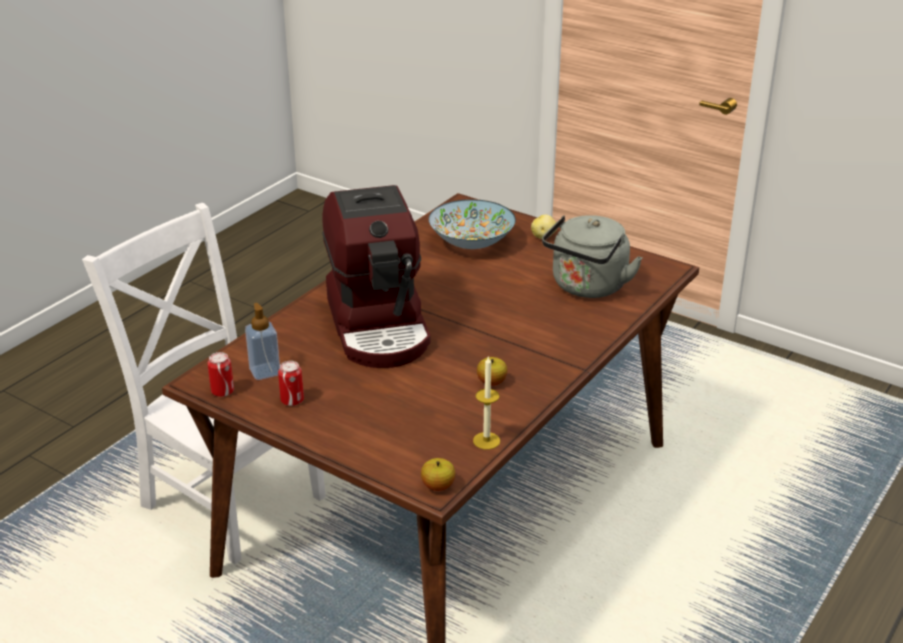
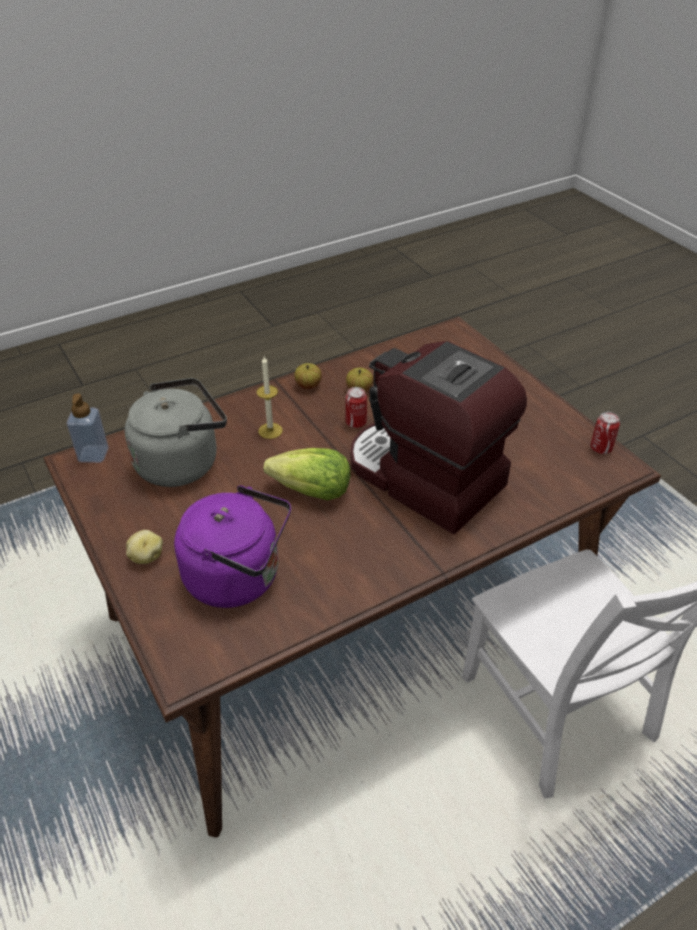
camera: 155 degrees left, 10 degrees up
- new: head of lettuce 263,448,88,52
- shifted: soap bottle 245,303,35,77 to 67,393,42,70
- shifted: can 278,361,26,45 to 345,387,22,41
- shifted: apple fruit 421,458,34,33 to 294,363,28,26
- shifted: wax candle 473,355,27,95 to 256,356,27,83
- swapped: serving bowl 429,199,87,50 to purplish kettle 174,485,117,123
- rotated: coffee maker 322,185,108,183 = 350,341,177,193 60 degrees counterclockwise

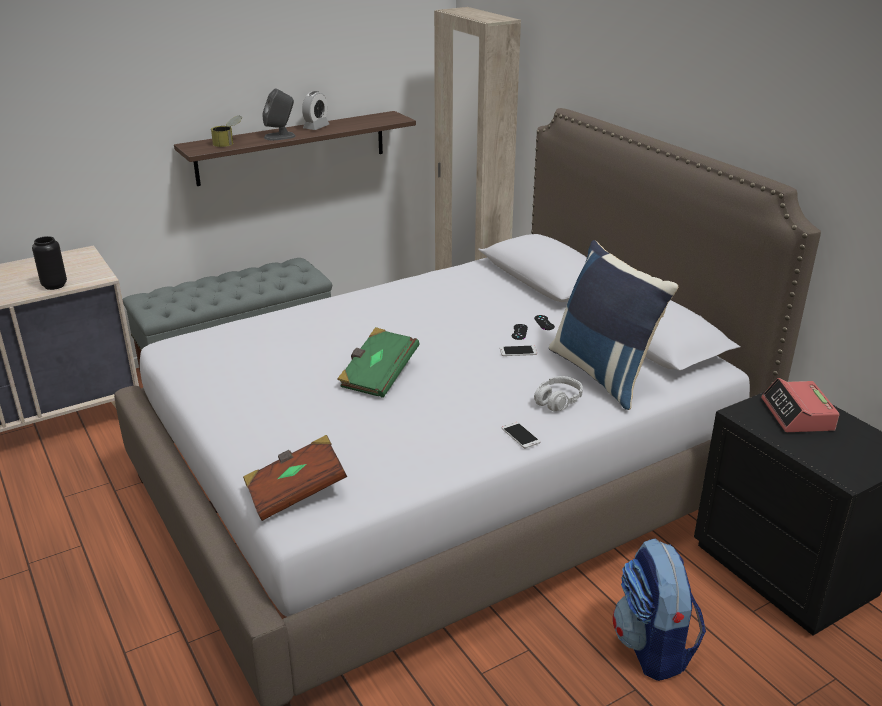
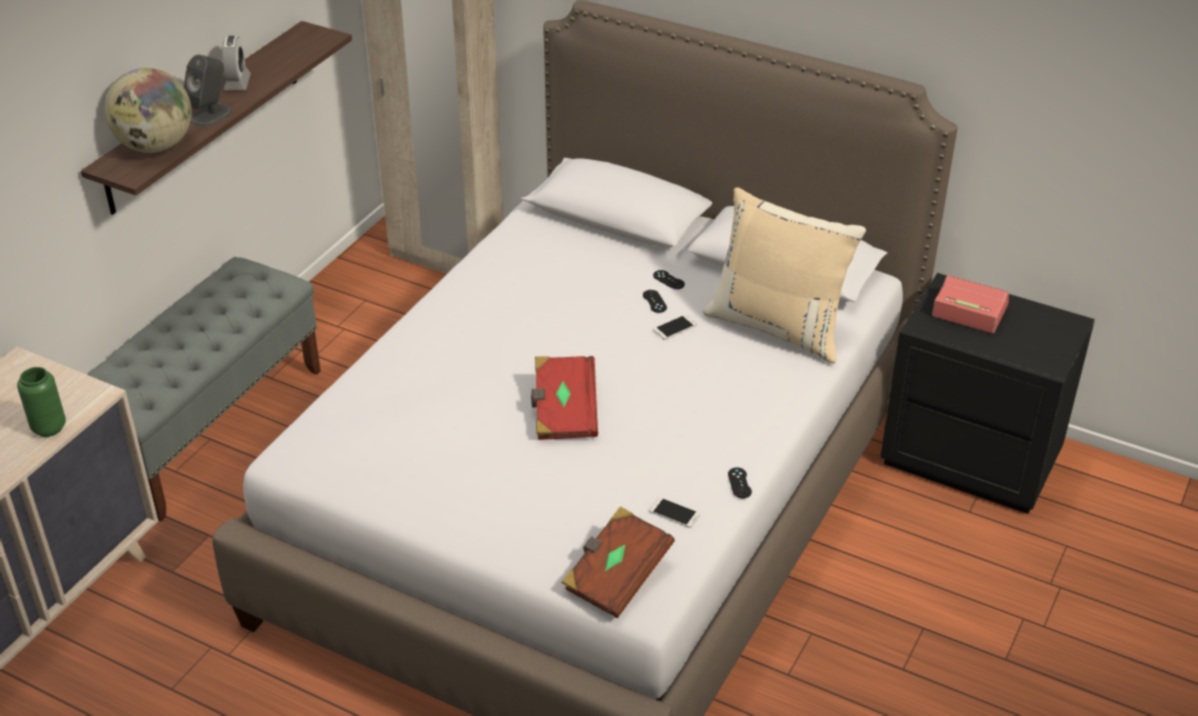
camera: 30 degrees left, 10 degrees up
- gone: gray pair of headphones 534,376,49,36
- gone: backpack 613,538,93,143
- new: blackish joypad 728,468,24,30
- shifted: telephone 502,422,39,26 to 649,497,51,31
- swapped: can 211,116,31,31 to globe 104,68,88,85
- repainted: blackish vase 32,236,35,54 to green vase 17,367,49,70
- repainted: green bound book 337,327,83,71 to red-coloured bound book 531,356,67,84
- repainted: bluish cushion 549,240,129,170 to beige-coloured cushion 703,187,163,176
- rotated: bedside clock 761,378,79,54 = 932,275,77,58 150 degrees clockwise

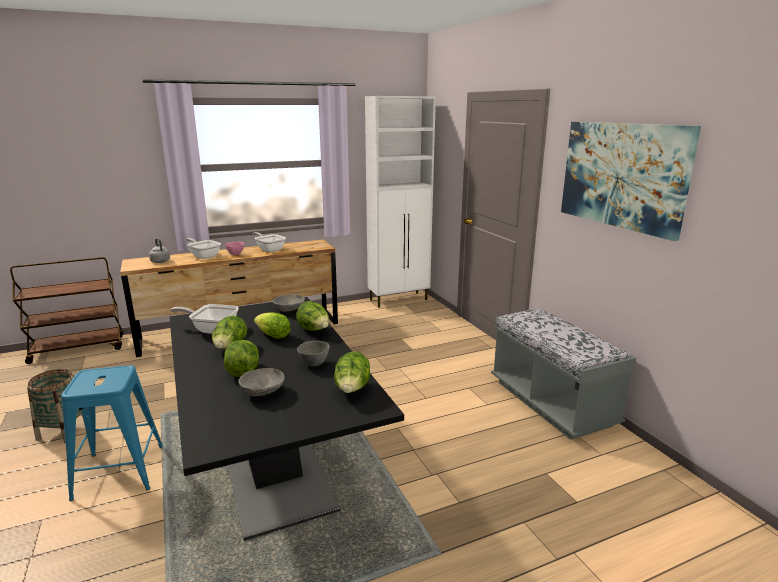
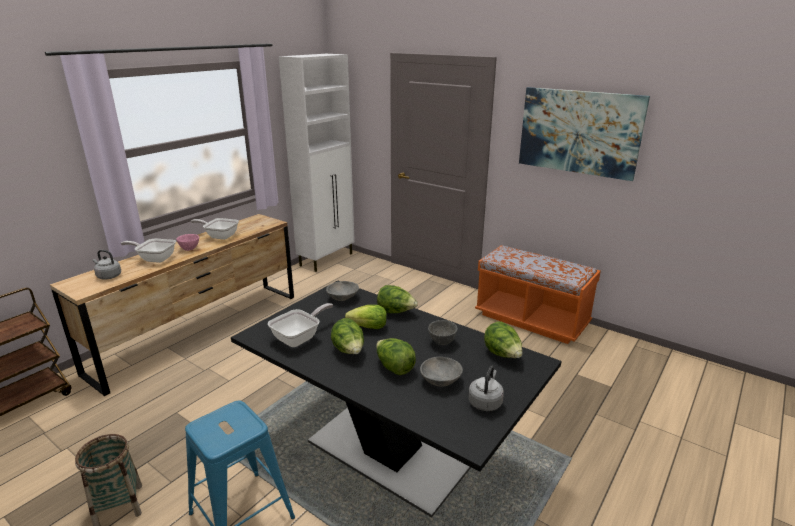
camera: 30 degrees left, 5 degrees up
- new: gray kettle 468,365,36,46
- repainted: gray bench 491,309,145,131 to orange bench 475,245,126,99
- rotated: pan 170,304,69,30 = 268,303,65,44 150 degrees clockwise

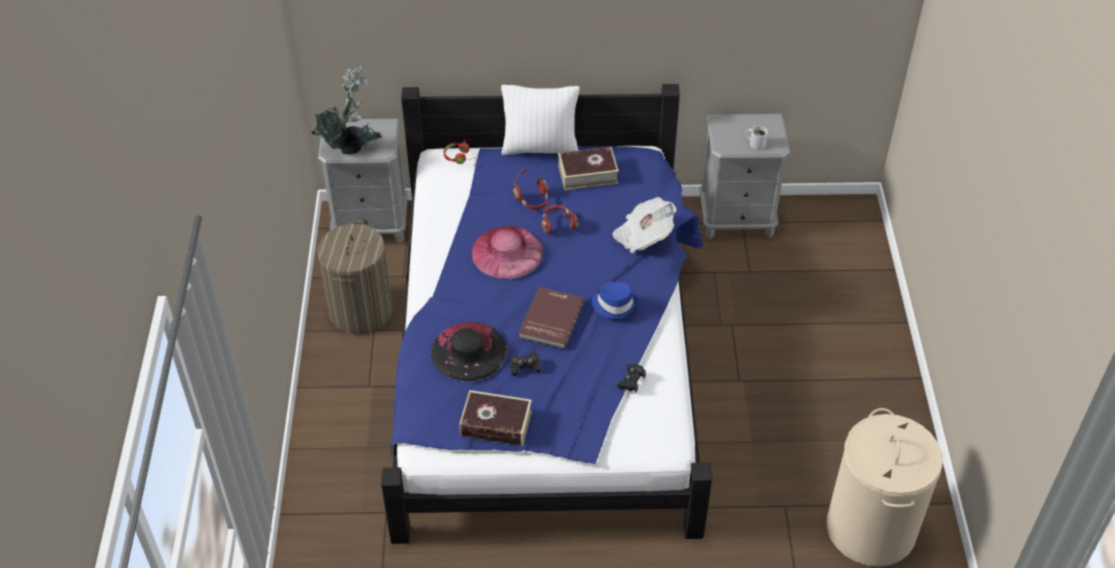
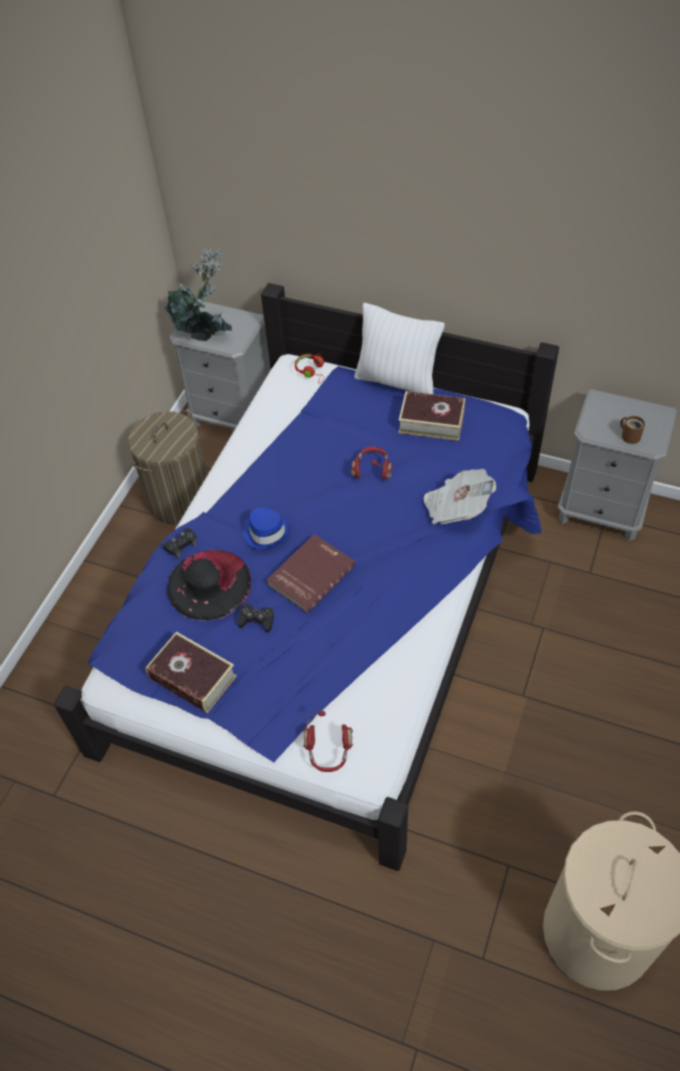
camera: 25 degrees right, 5 degrees up
- gone: pink clothing hat 471,226,72,53
- shifted: red-coloured pair of headphones 512,169,37,41 to 303,711,50,61
- shifted: bluish clothing hat 592,282,46,37 to 243,507,47,42
- shifted: blackish joypad 617,364,29,28 to 163,528,35,30
- repainted: white tea mug 746,126,22,24 to brownish tea mug 620,416,25,28

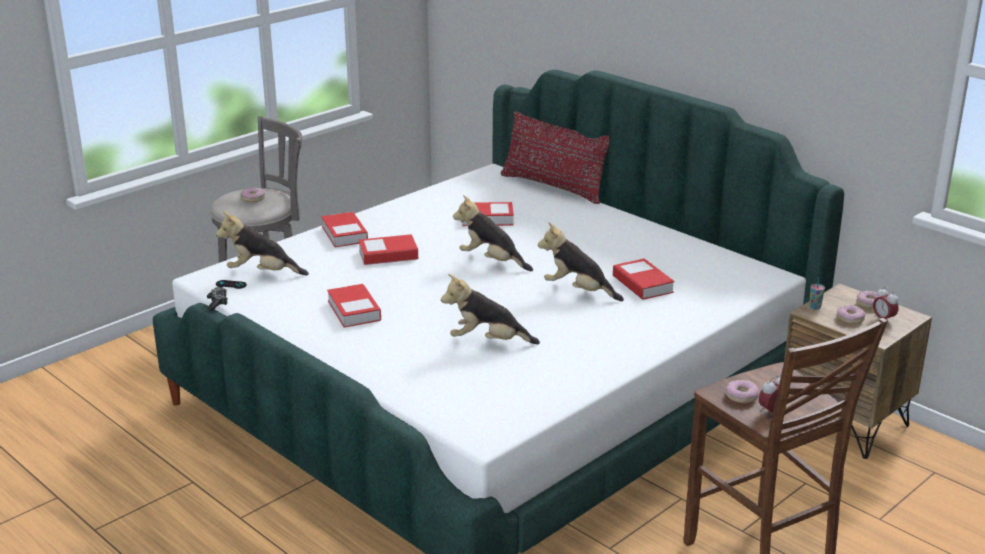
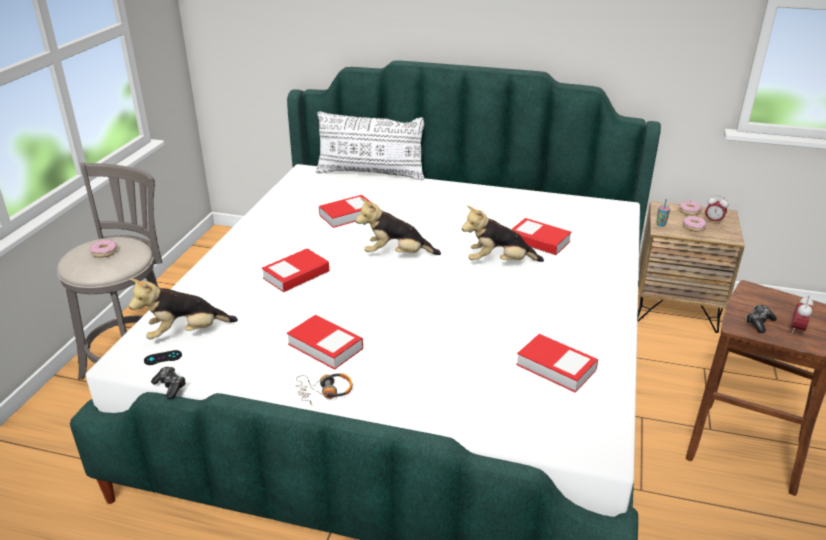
camera: 30 degrees left, 5 degrees up
- gone: plush toy 441,274,99,70
- new: pair of headphones 295,373,57,31
- shifted: bound book 321,212,47,35 to 516,334,82,59
- swapped: donut 726,380,33,23 to joypad 746,305,31,28
- repainted: red-coloured cushion 501,111,108,93 to white cushion 316,111,109,69

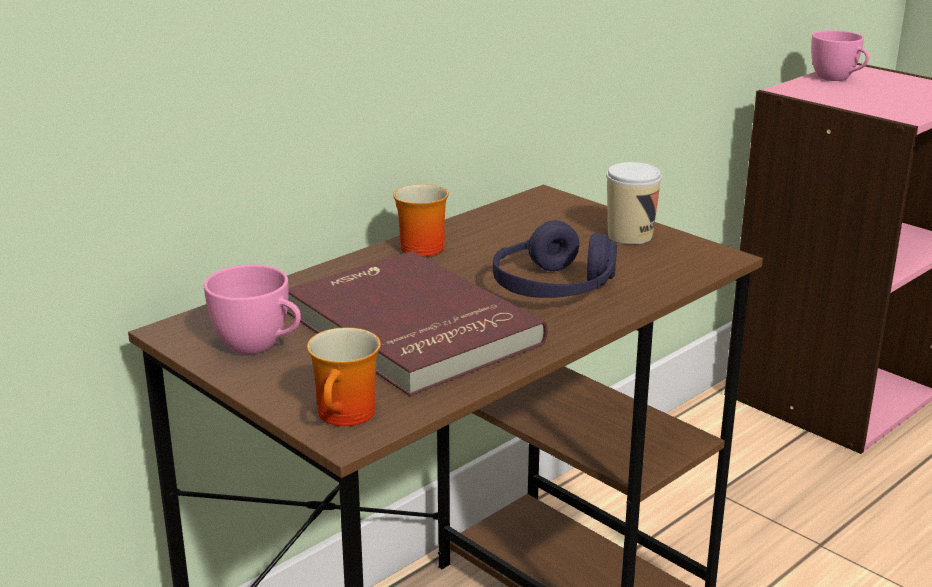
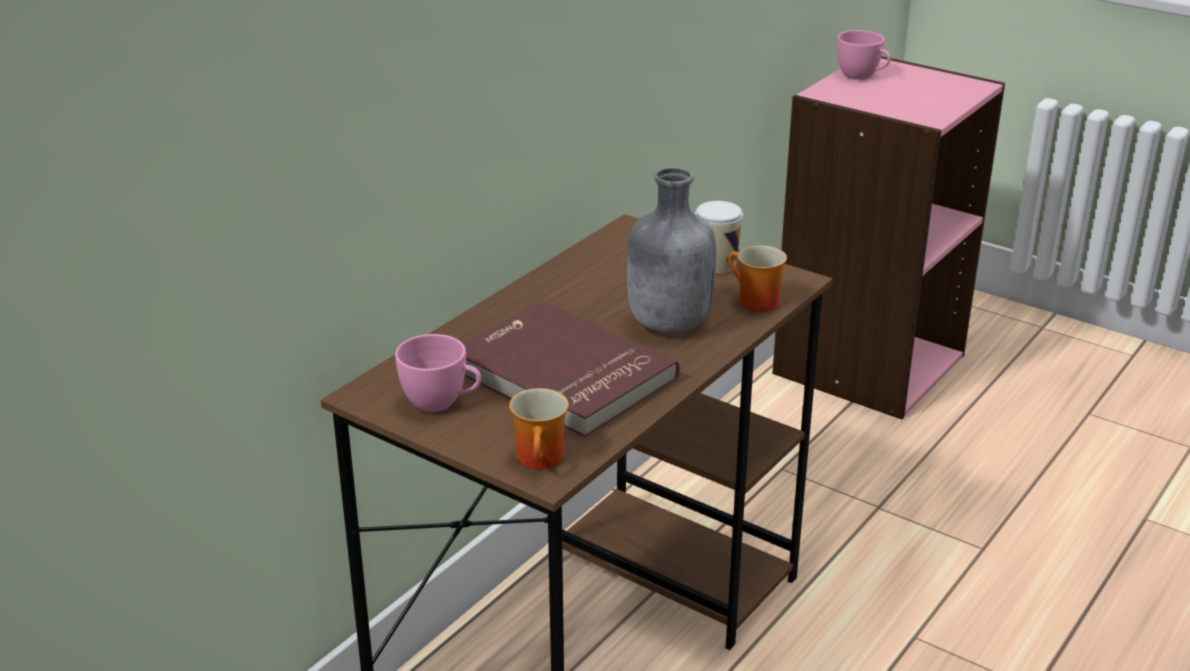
camera: 10 degrees left, 5 degrees up
- shifted: tea mug 393,184,56,73 to 728,245,59,67
- swapped: purplish pair of headphones 493,220,124,78 to gray bottle 627,167,89,165

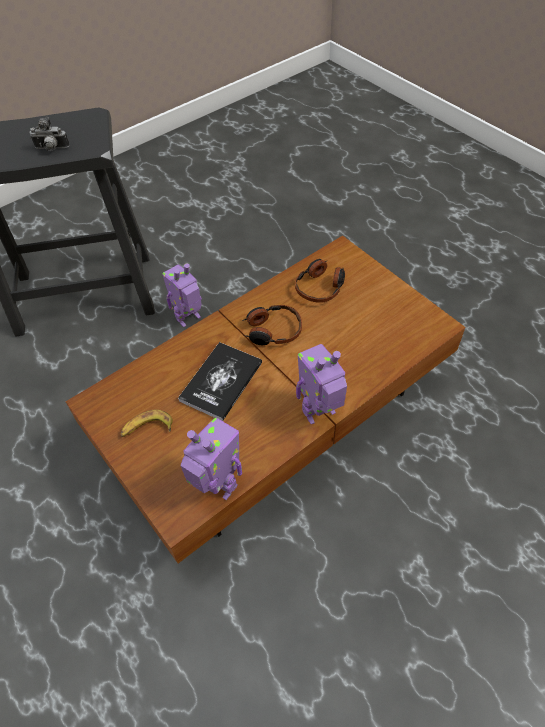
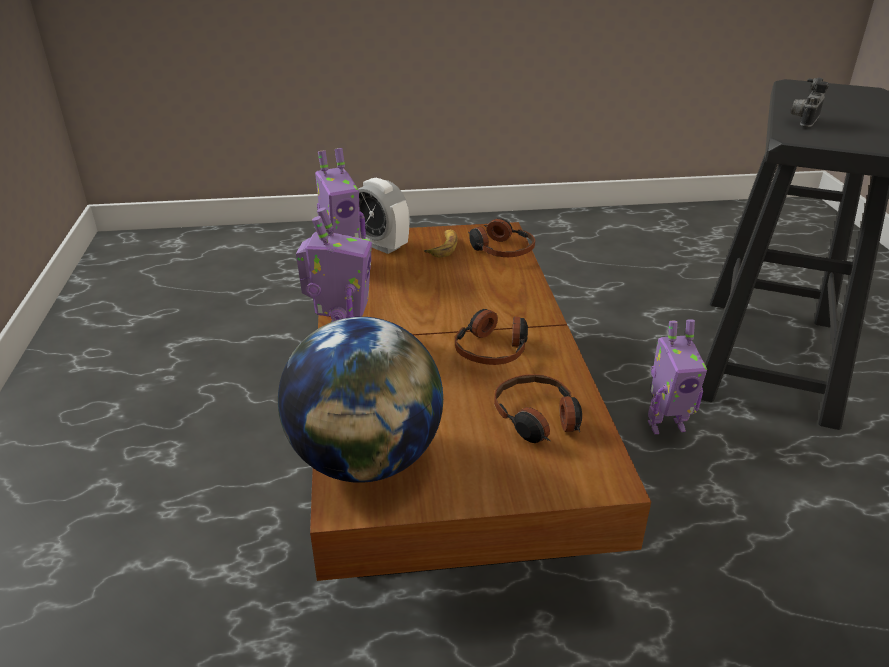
camera: 120 degrees right, 20 degrees down
- gone: bound book 178,342,84,79
- new: globe 278,317,165,166
- new: bedside clock 358,178,51,76
- new: pair of headphones 468,218,67,39
- rotated: model robot 162,263,40,64 = 648,319,59,115 90 degrees clockwise

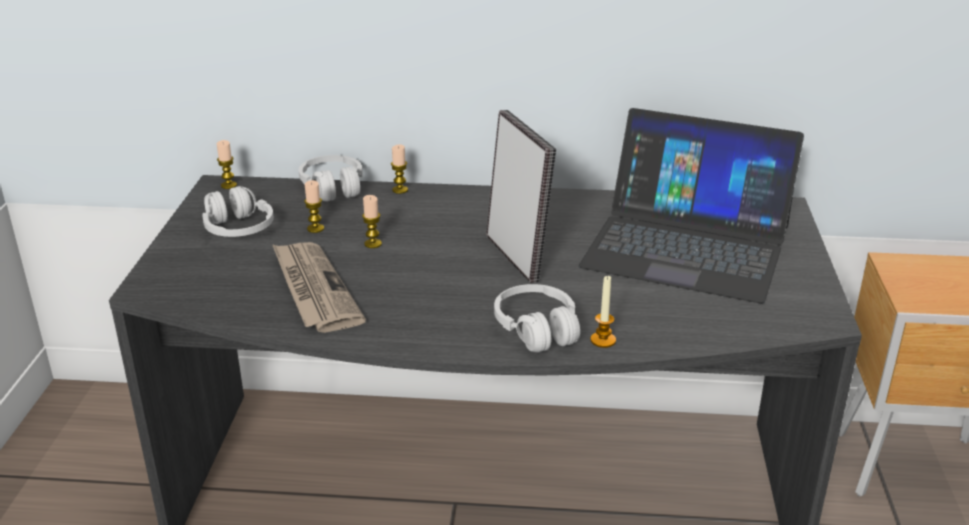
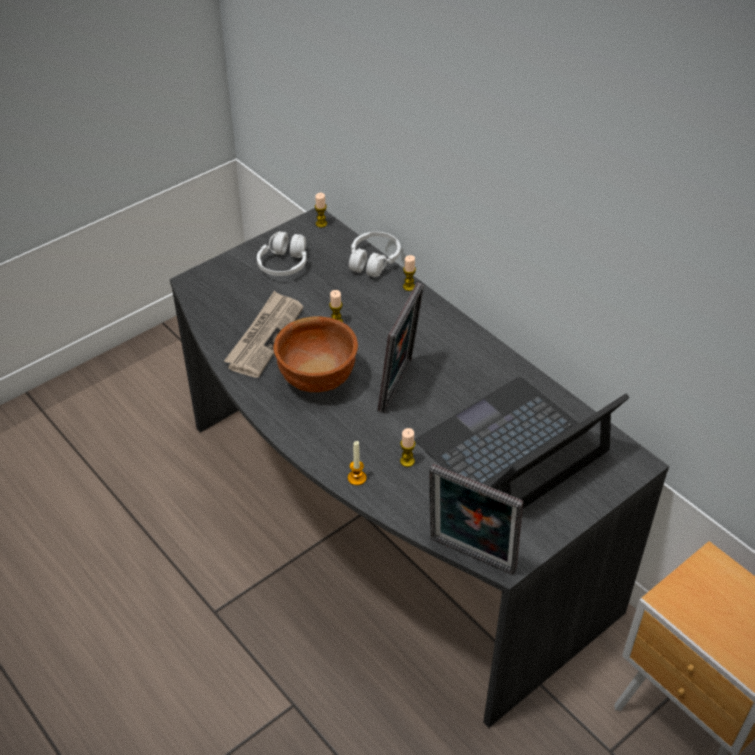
camera: 45 degrees right, 15 degrees up
- gone: white pair of headphones 494,284,86,68
- new: brownish serving bowl 273,316,85,77
- new: photo frame 429,464,94,111
- shifted: wax candle 304,180,20,53 to 400,428,16,39
- rotated: laptop 579,108,225,196 = 415,377,215,132 75 degrees clockwise

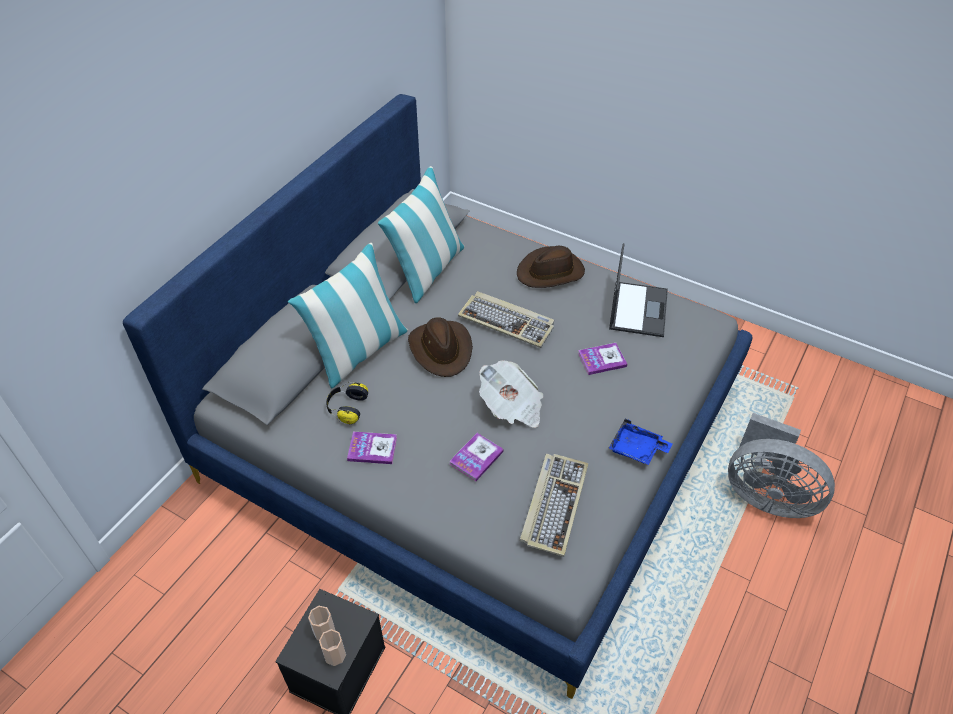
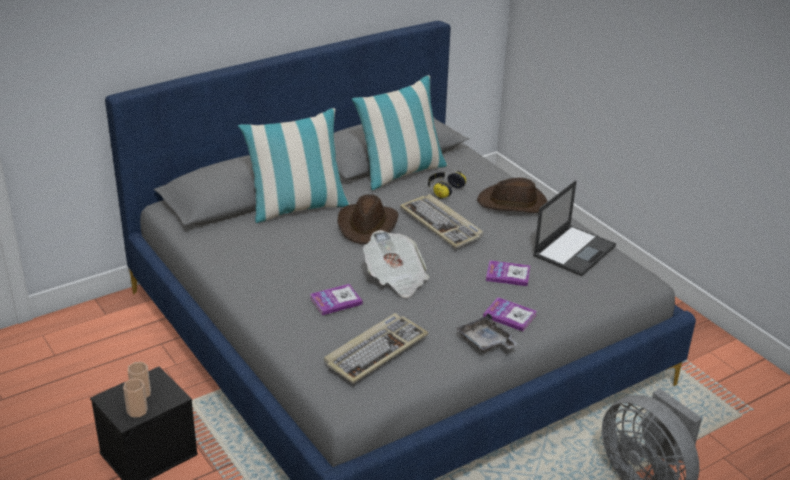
camera: 25 degrees right, 15 degrees down
- shifted: pair of headphones 326,382,42,42 to 428,169,38,30
- shifted: bound book 347,432,50,32 to 483,297,54,34
- repainted: bluish serving tray 609,419,63,46 to gray serving tray 456,313,63,40

